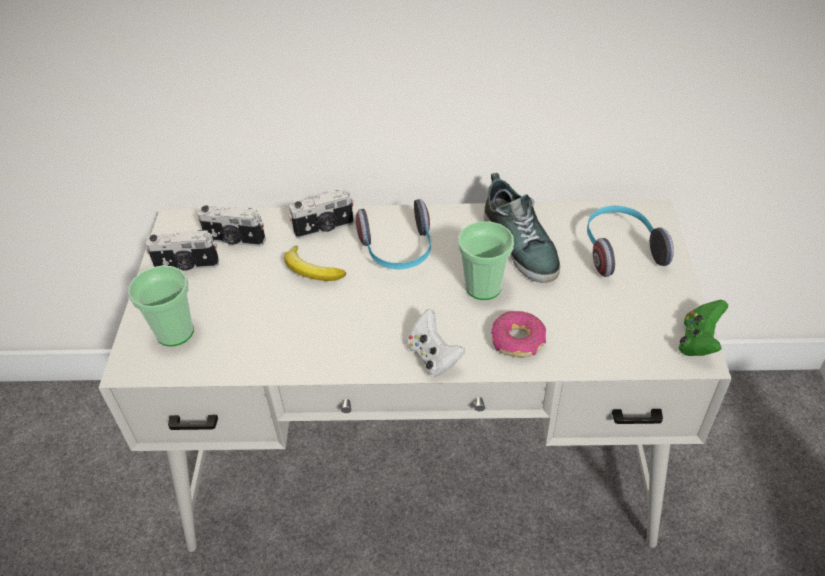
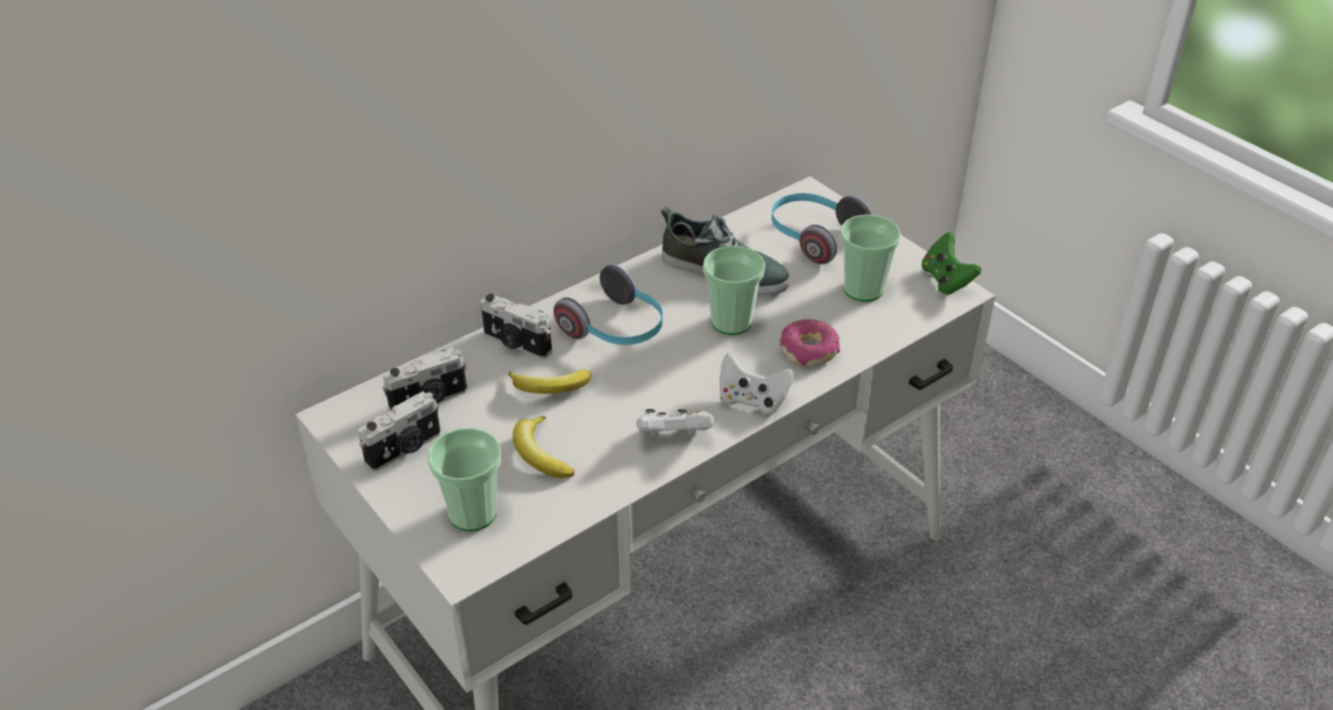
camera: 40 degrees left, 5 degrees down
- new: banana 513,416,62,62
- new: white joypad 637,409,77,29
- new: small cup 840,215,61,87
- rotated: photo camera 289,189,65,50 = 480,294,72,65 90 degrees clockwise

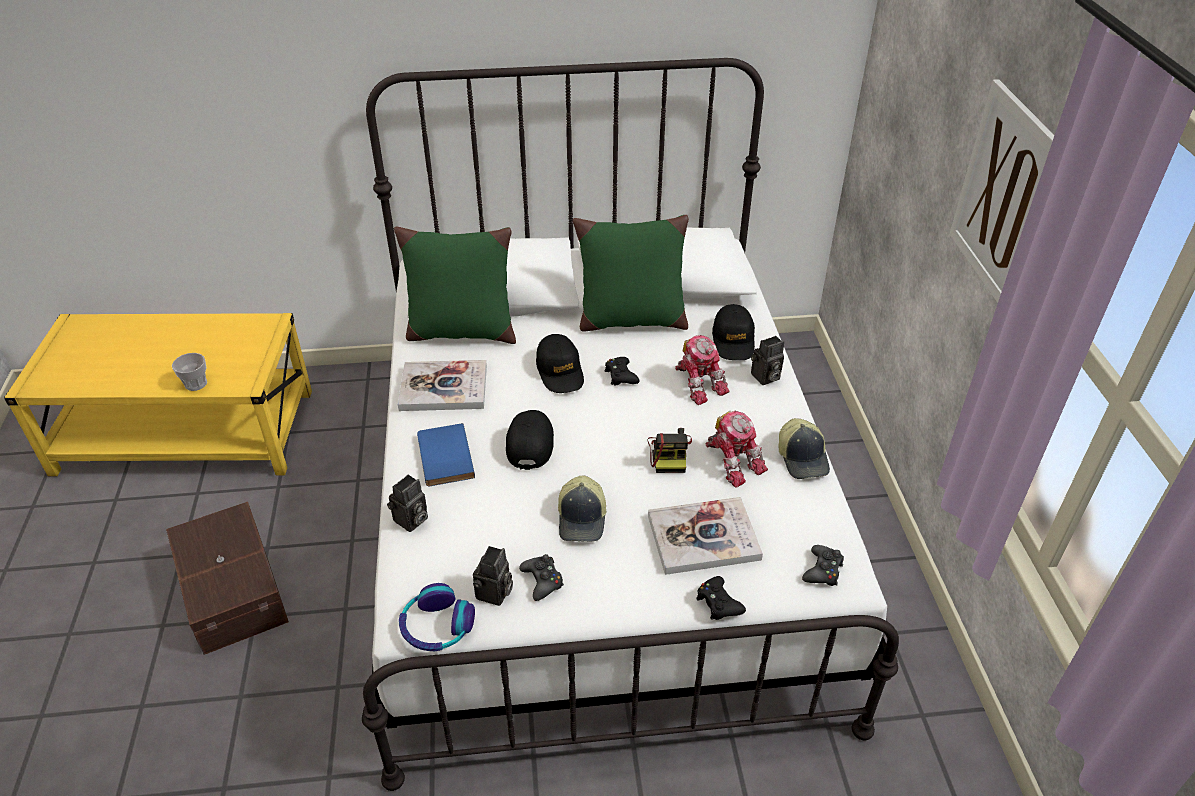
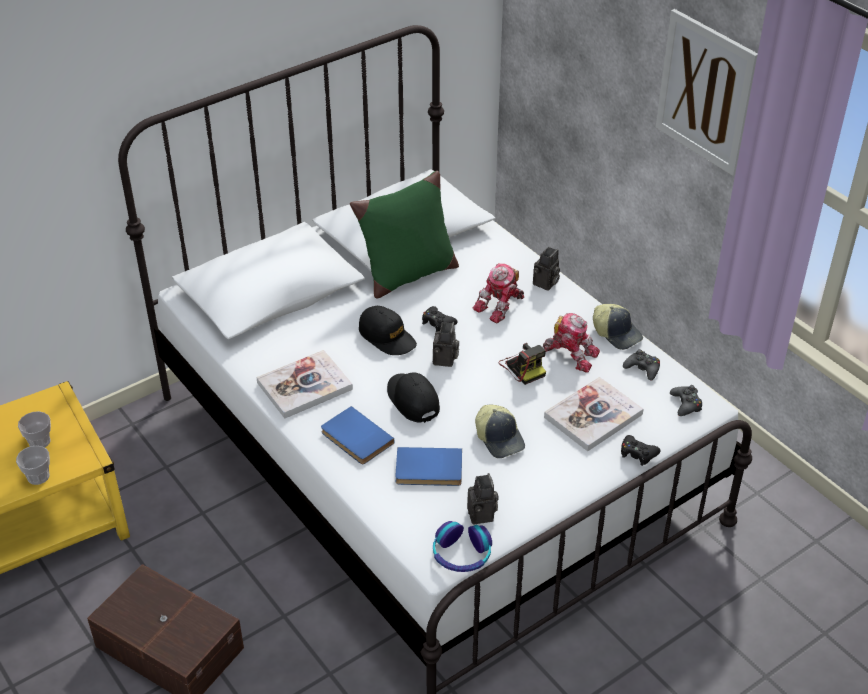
camera: 30 degrees left, 0 degrees up
- gone: green cushion 394,226,122,118
- gone: blackish baseball cap 712,304,43,56
- new: small cup 18,411,33,37
- new: bluish bound book 395,447,67,39
- shifted: photo camera 387,474,41,58 to 433,322,26,45
- shifted: blackish joypad 519,554,45,47 to 623,349,37,32
- rotated: model robot 675,335,55,70 = 473,263,51,61 105 degrees clockwise

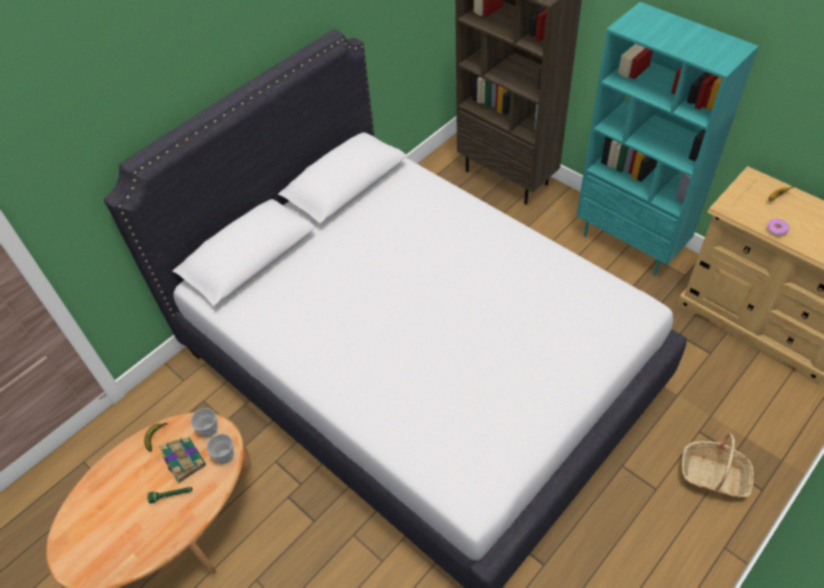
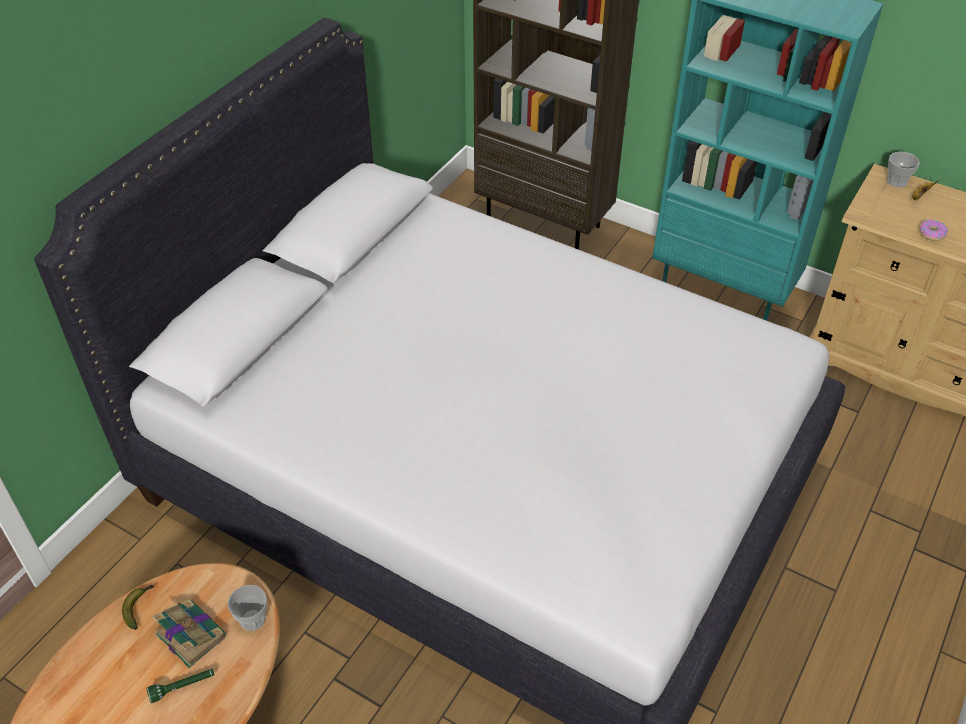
camera: 15 degrees left, 5 degrees down
- gone: basket 682,433,72,66
- shifted: small cup 191,408,27,30 to 887,152,33,35

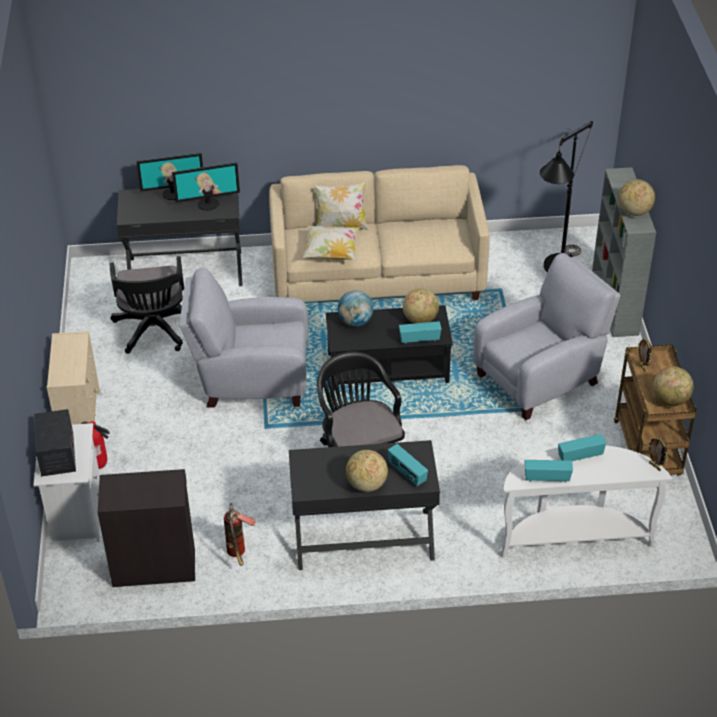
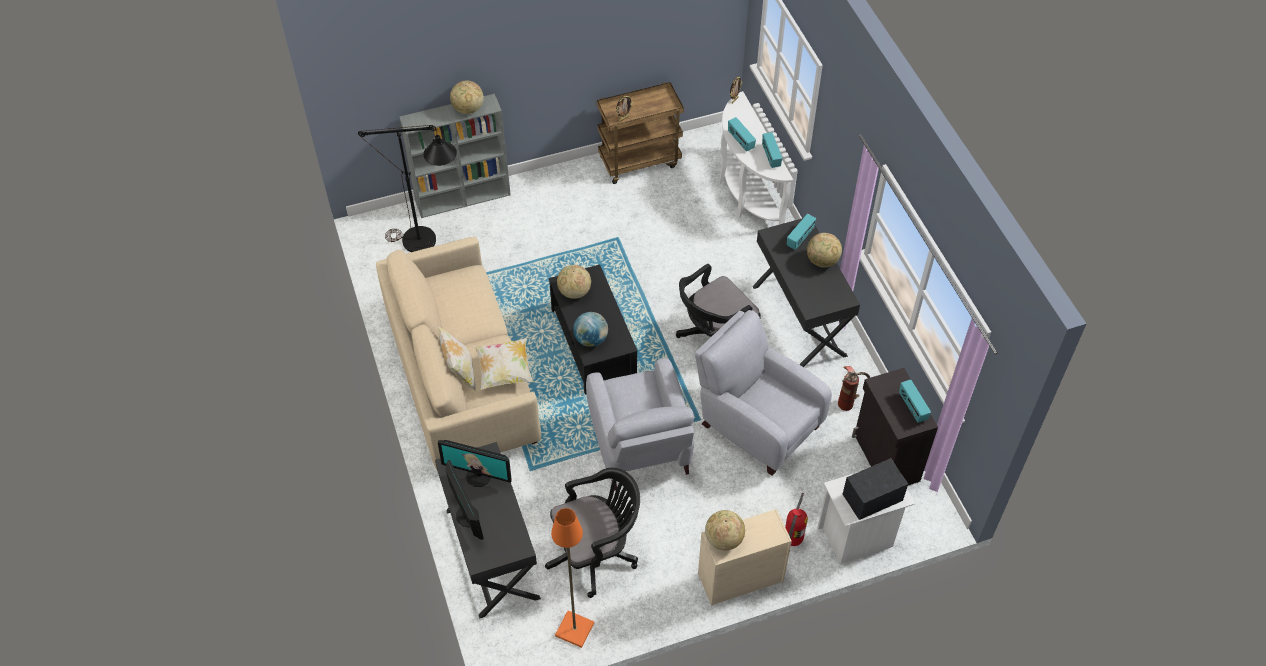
camera: 105 degrees left, 10 degrees up
- new: orange standing lamp 551,508,43,140
- shifted: radio set 399,321,42,23 to 899,379,32,44
- shifted: gray lounge chair 473,253,147,167 to 695,310,137,166
- shifted: globe 653,367,41,39 to 705,510,40,40
- rotated: computer display 172,162,68,48 = 438,440,74,47 135 degrees clockwise

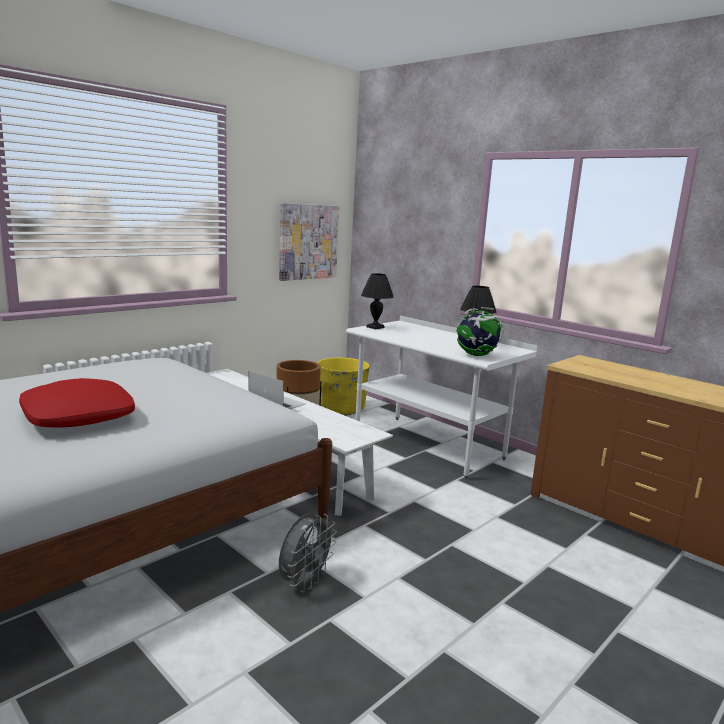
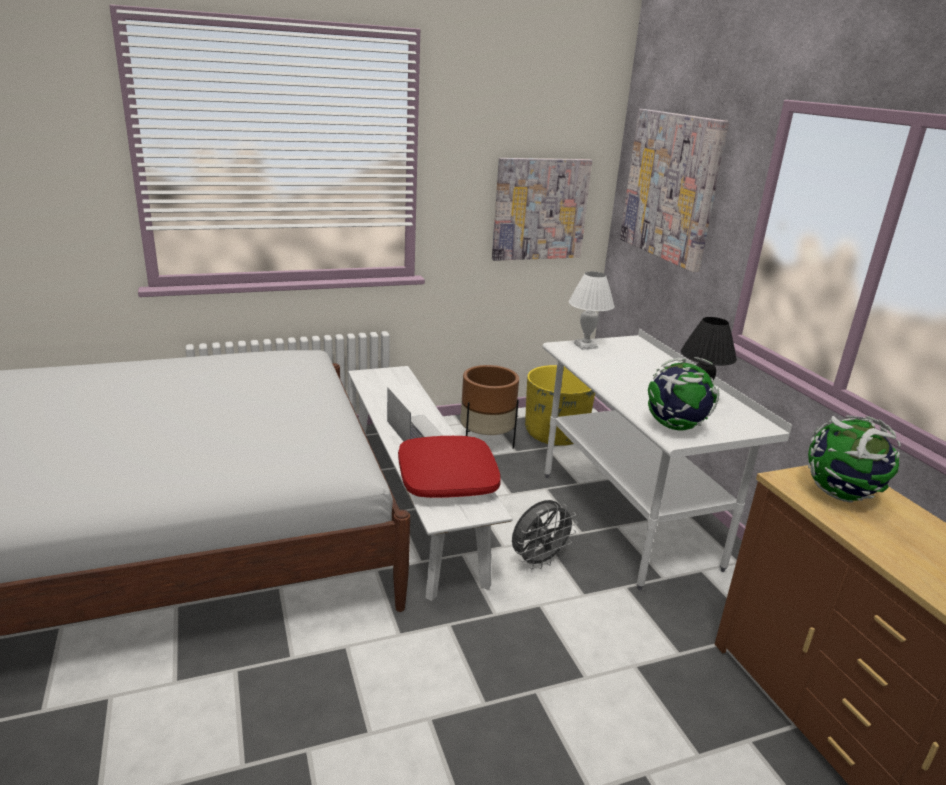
camera: 25 degrees right, 10 degrees up
- new: wall art 620,109,109,163
- new: globe 808,416,93,87
- shifted: red-coloured cushion 19,378,116,50 to 398,436,102,62
- shifted: gray electric fan 279,513,58,79 to 512,500,66,69
- repainted: blackish table lamp 361,273,32,56 to white table lamp 569,271,45,79

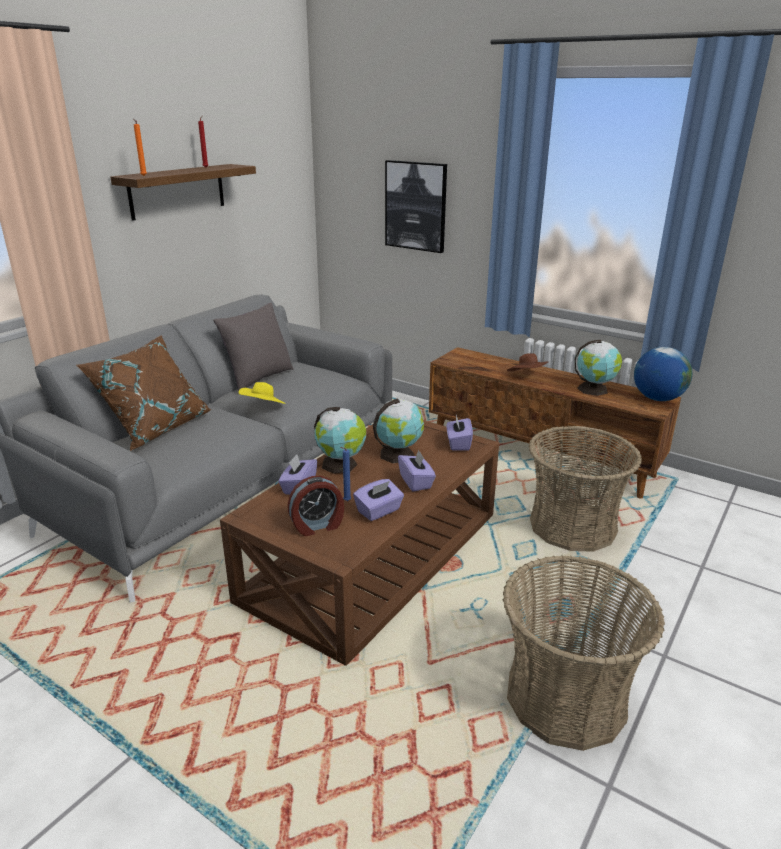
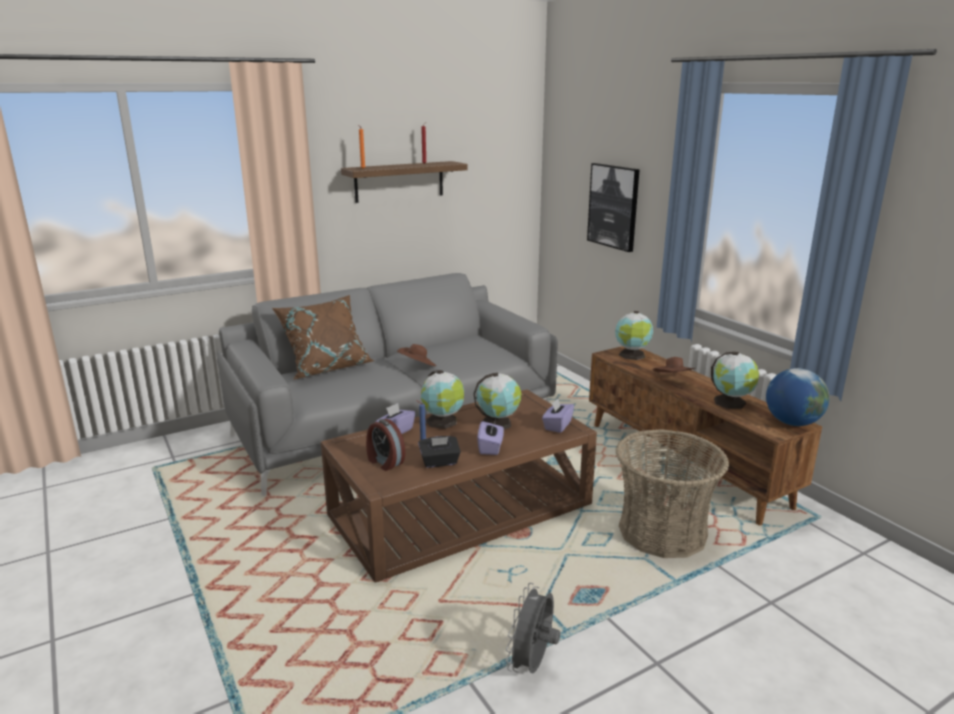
camera: 25 degrees right, 5 degrees down
- gone: gray cushion 213,303,80,87
- new: globe 615,311,38,49
- swapped: basket 502,556,163,195 to gray electric fan 506,583,54,90
- repainted: yellow-coloured clothing hat 239,382,47,22 to brownish clothing hat 397,344,39,22
- repainted: purplish tissue box 353,479,51,42 to blackish tissue box 418,436,43,32
- rotated: bedside clock 288,476,56,60 = 366,419,39,52 45 degrees clockwise

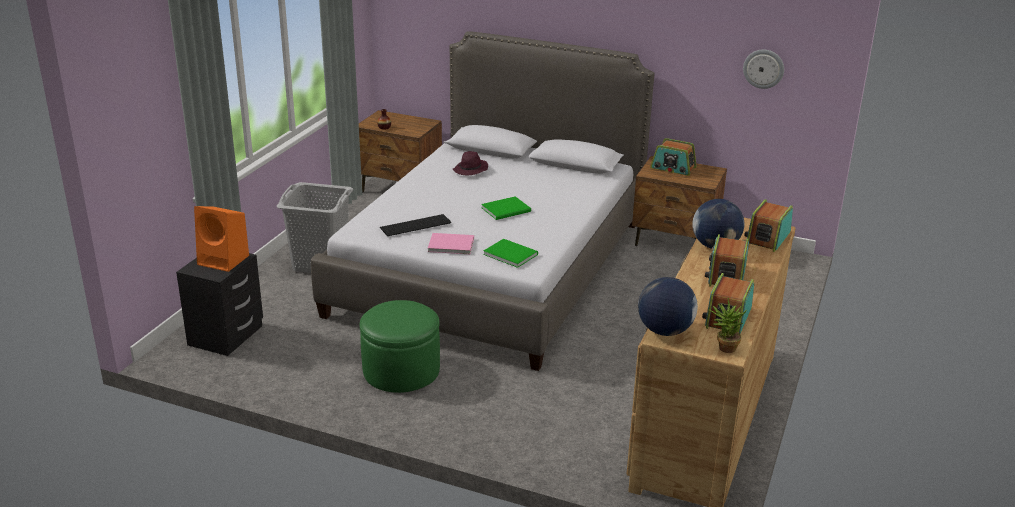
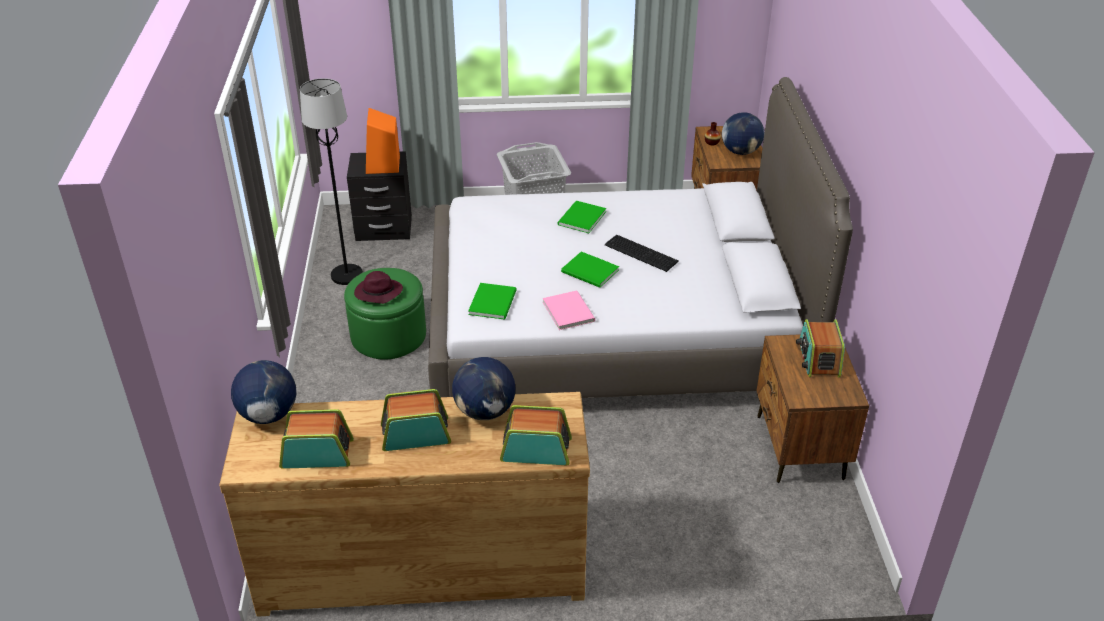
camera: 65 degrees right, 10 degrees up
- gone: houseplant 708,298,39,55
- gone: hanging clock 743,49,41,40
- new: blackish standing lamp 300,78,63,207
- new: green bound book 558,201,48,32
- new: globe 722,112,42,43
- shifted: keyboard 380,214,71,22 to 605,235,74,37
- shifted: pink bound book 428,233,46,21 to 543,290,52,40
- shifted: purplish clothing hat 453,151,35,24 to 354,271,49,33

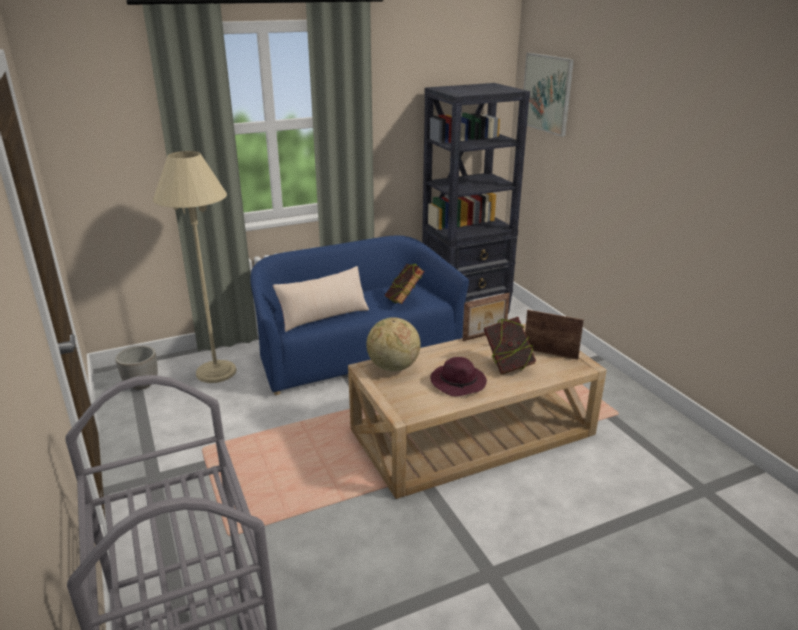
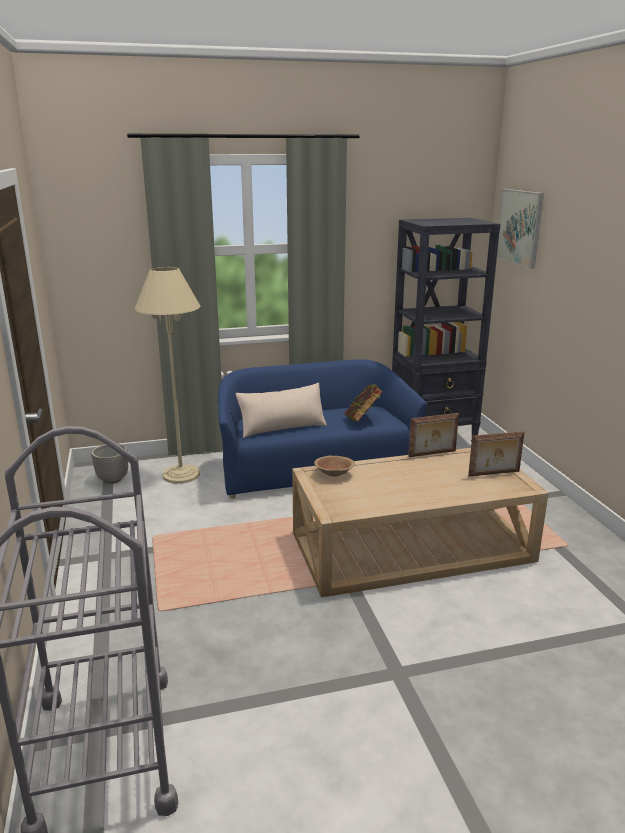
camera: 10 degrees right, 5 degrees down
- gone: purplish clothing hat 430,357,57,39
- gone: bound book 484,317,52,58
- swapped: globe 366,318,55,54 to brownish serving bowl 314,455,41,22
- rotated: photo frame 525,310,59,50 = 468,431,56,46 135 degrees clockwise

